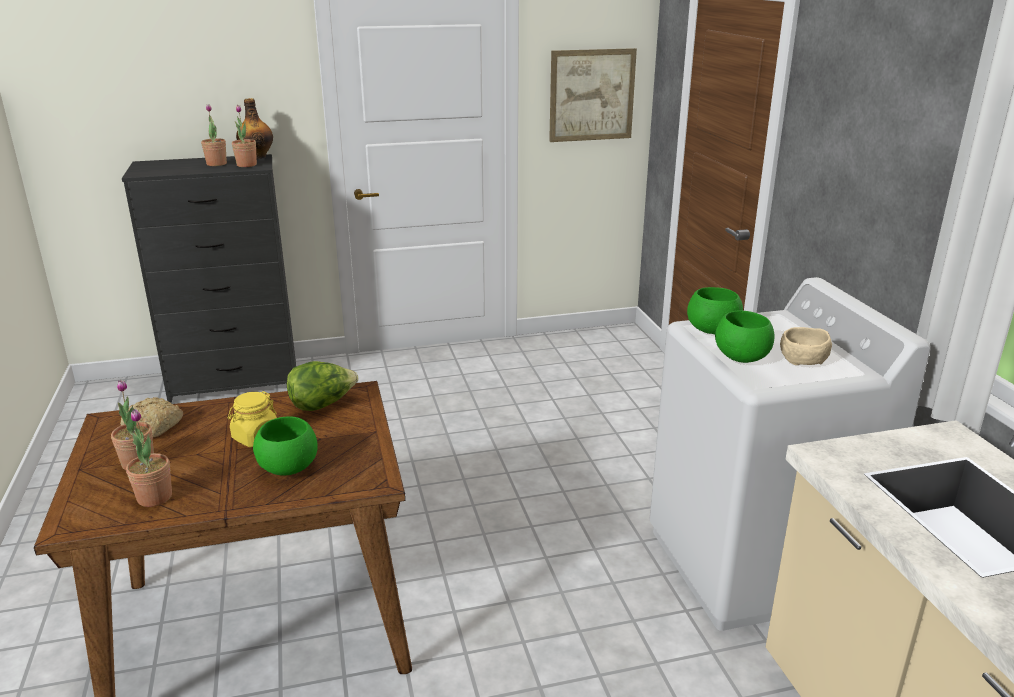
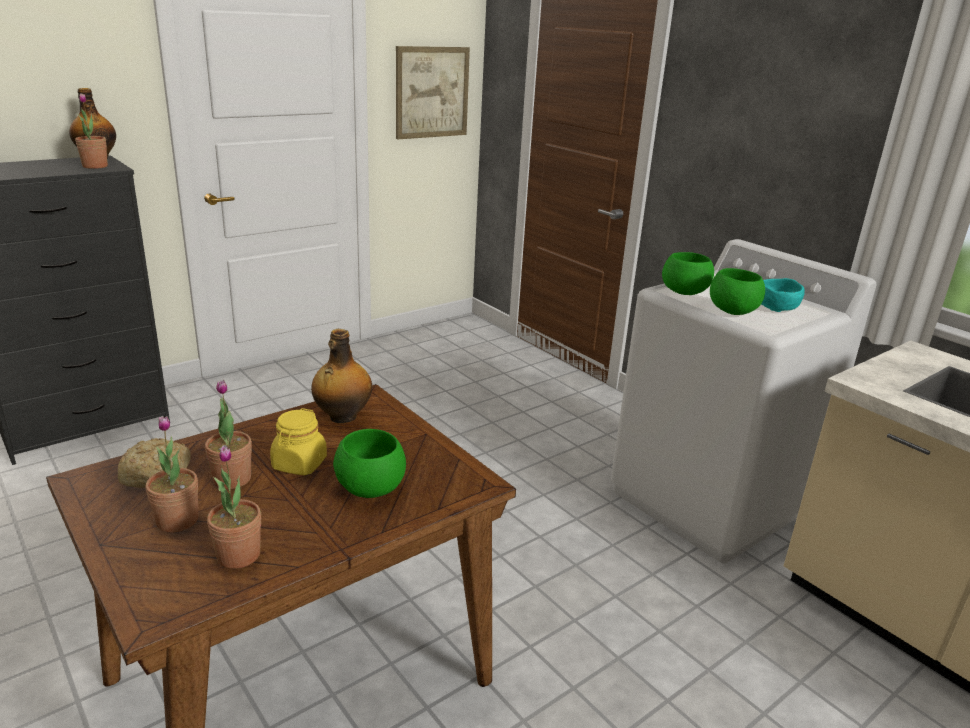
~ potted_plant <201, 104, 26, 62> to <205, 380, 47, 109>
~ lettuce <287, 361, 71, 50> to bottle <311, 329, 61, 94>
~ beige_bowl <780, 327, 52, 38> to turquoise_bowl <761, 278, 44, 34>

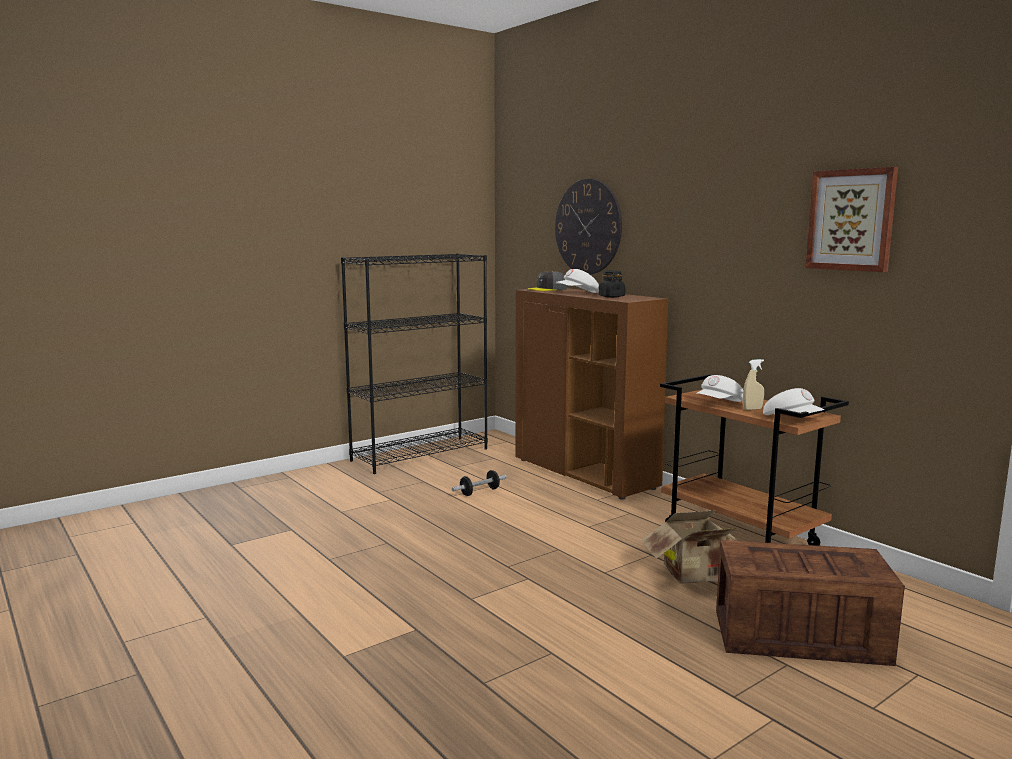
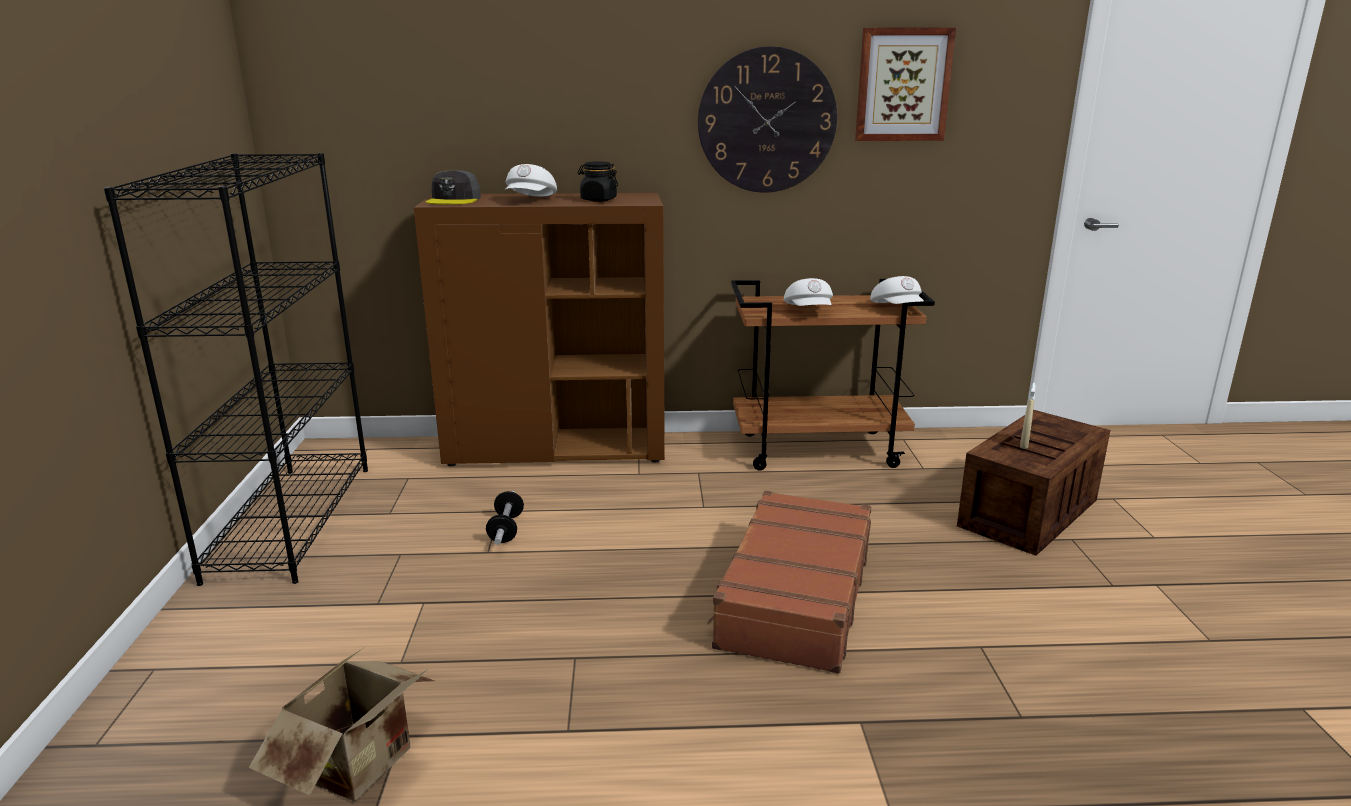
~ cardboard_box <641, 510, 97, 74> to <249, 647, 185, 154>
~ wall_clock <555, 179, 67, 95> to <698, 46, 139, 147>
+ brown_suitcase <707, 491, 164, 182>
~ white_cap <763, 388, 62, 27> = <870, 276, 54, 28> 75 degrees clockwise
~ beige_spray_bottle <743, 359, 21, 51> to <1020, 382, 16, 67>

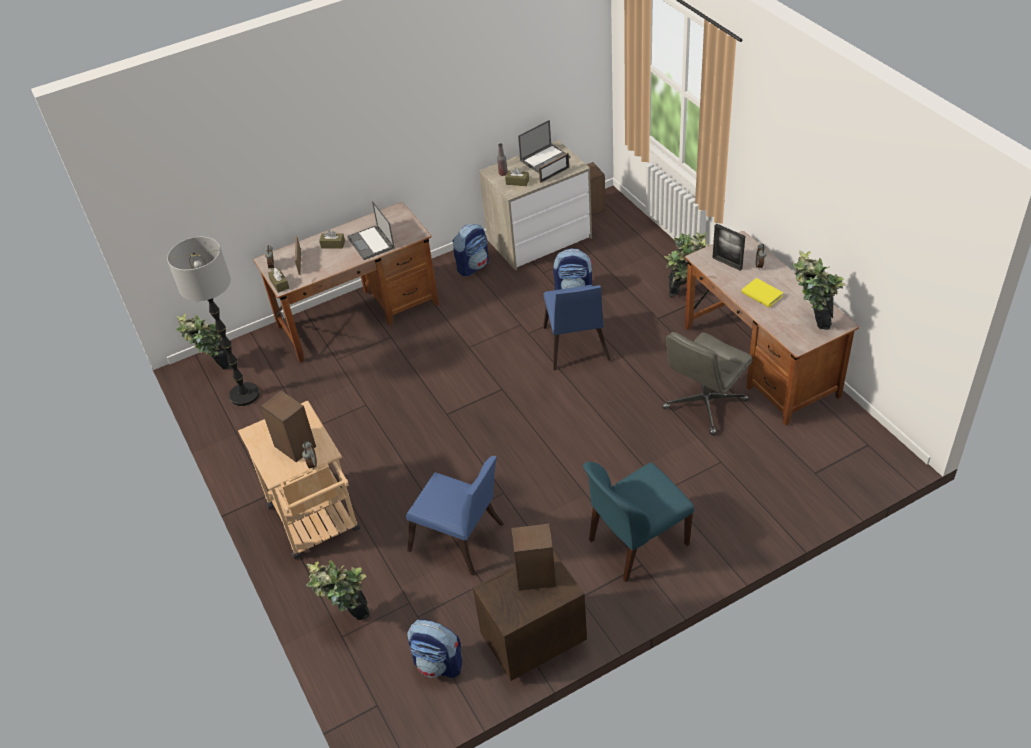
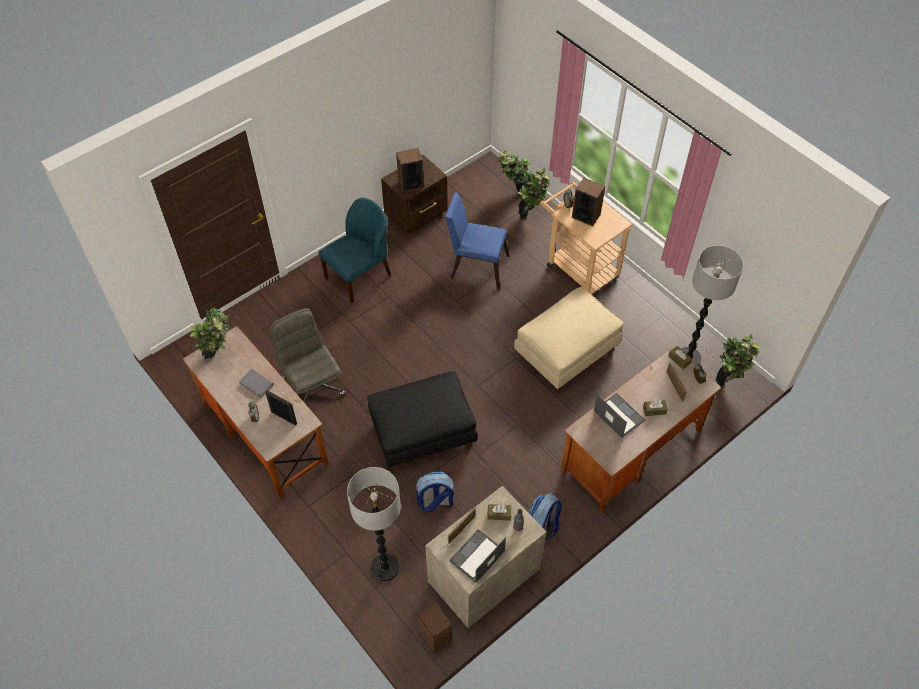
~ yellow_book <742, 278, 41, 29> to grey_book <239, 369, 35, 29>
~ grey_office_chair <662, 332, 91, 103> = <270, 308, 76, 95> 60 degrees counterclockwise
+ floor_lamp <347, 467, 54, 114>
~ blue_chair <543, 285, 68, 85> to black_ottoman <367, 371, 110, 99>
~ potted_plant <664, 232, 45, 65> to <498, 151, 33, 41>
+ beige_ottoman <514, 287, 110, 105>
- backpack <407, 619, 55, 59>

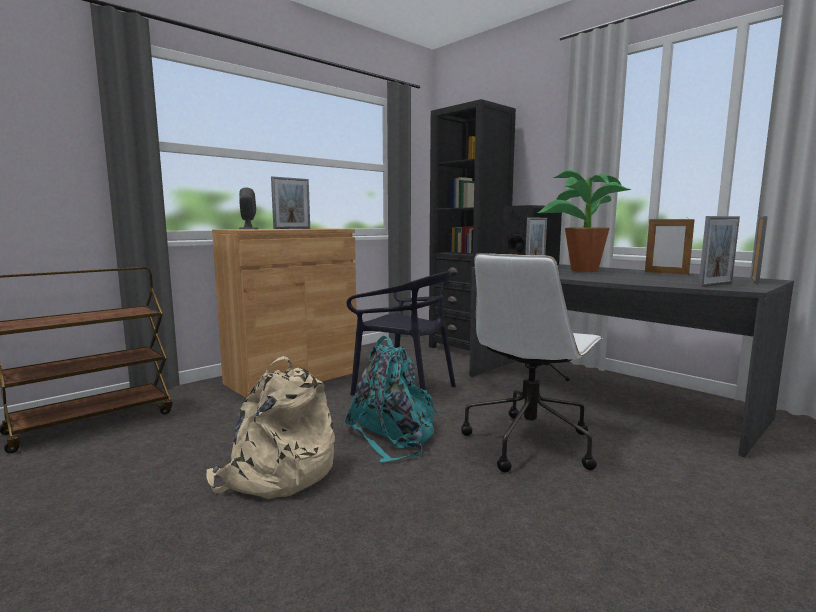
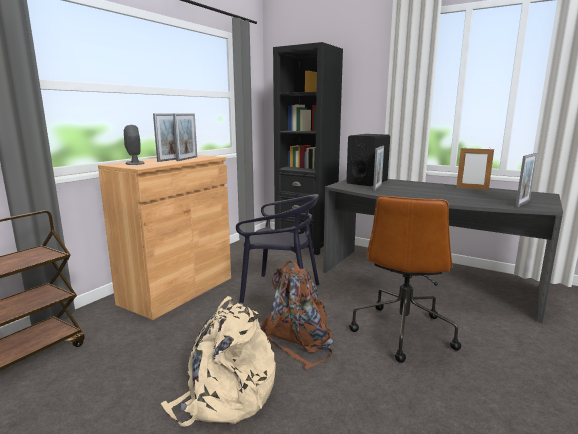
~ picture_frame <751, 216, 17, 68> to <173, 113, 24, 48>
~ turquoise_backpack <345, 335, 93, 128> to brown_backpack <260, 261, 74, 108>
~ white_office_chair <461, 253, 142, 220> to brown_office_chair <349, 196, 112, 167>
- potted_plant <538, 170, 93, 102>

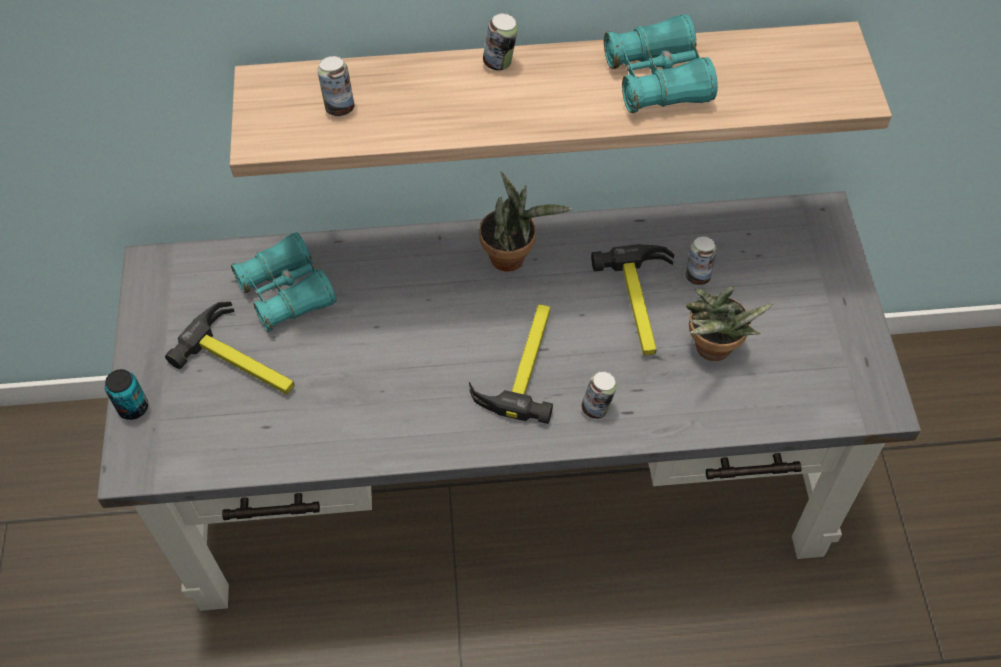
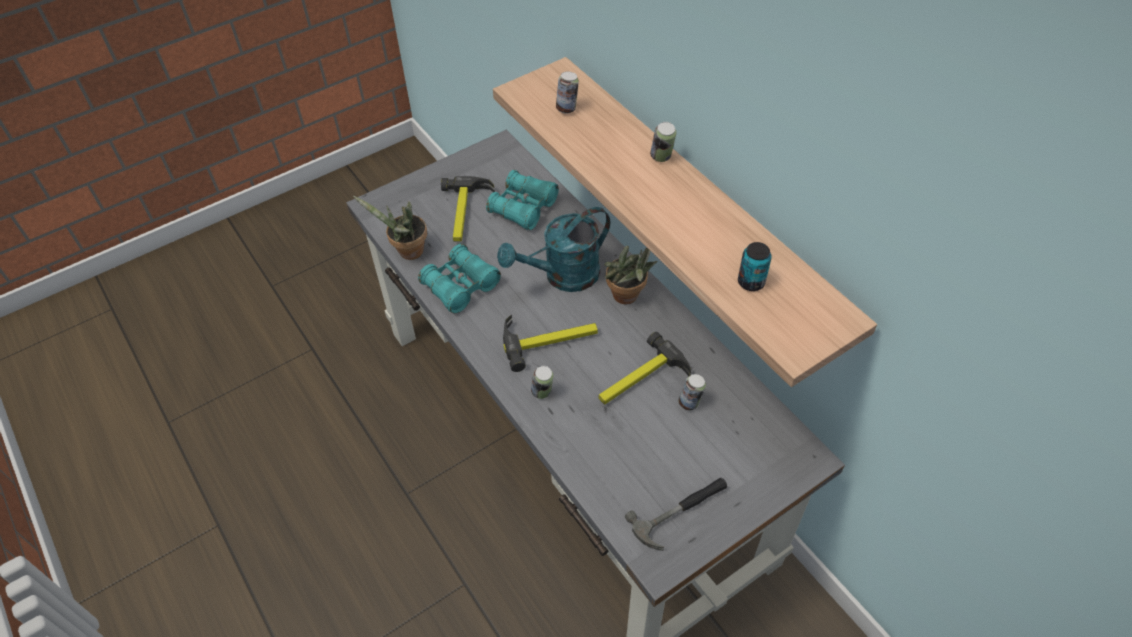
~ potted_plant <685, 287, 89, 74> to <353, 196, 74, 64>
~ turquoise_binoculars <604, 14, 114, 99> to <418, 244, 83, 69>
+ turquoise_watering_can <497, 207, 113, 85>
+ hammer <625, 478, 102, 73>
~ can <105, 369, 43, 51> to <738, 242, 34, 49>

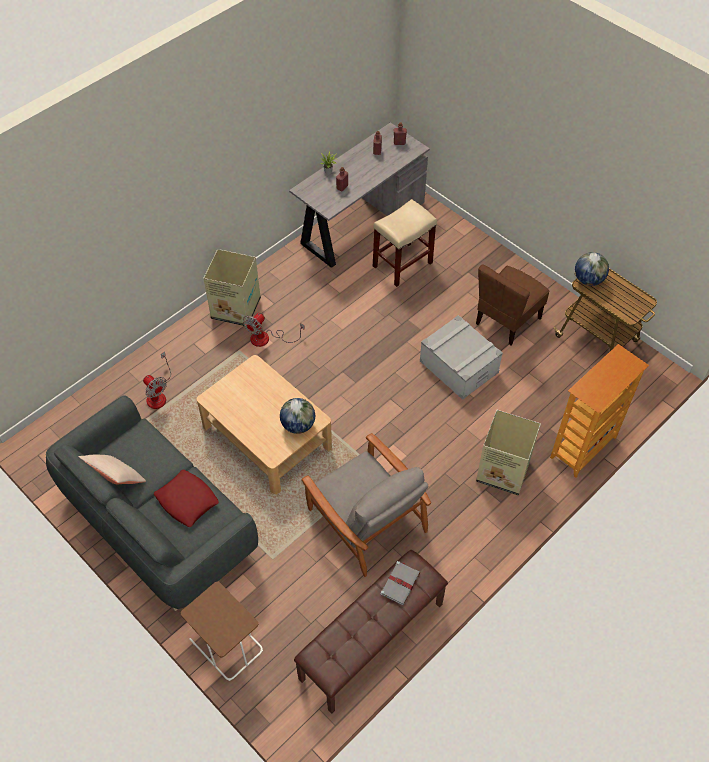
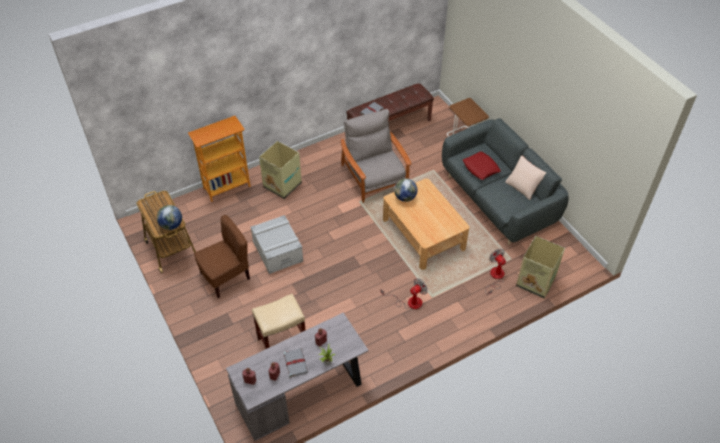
+ grey_book <284, 348, 24, 30>
~ cardboard_box <203, 249, 58, 77> to <516, 236, 49, 63>

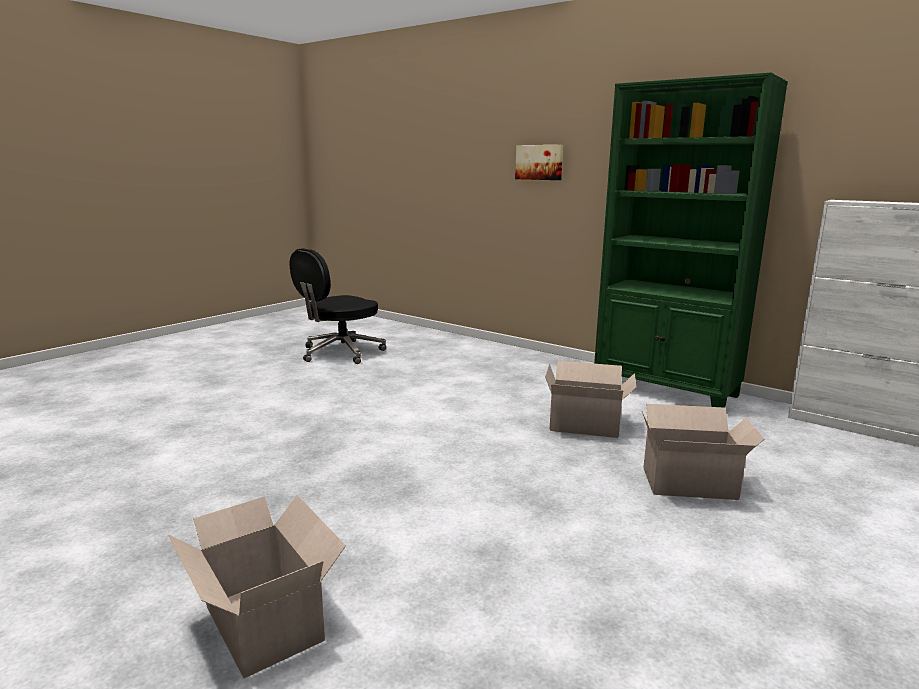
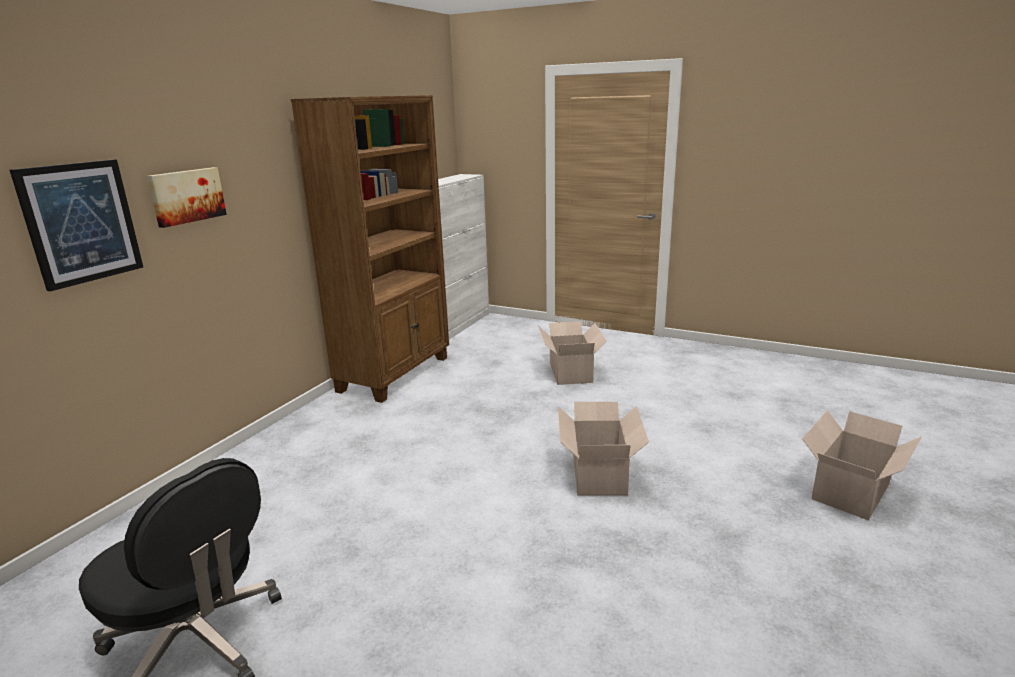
+ picture <10, 159, 133, 132>
~ green_bookcase <594, 73, 194, 335> to brown_bookcase <291, 95, 158, 308>
~ cardboard_box <545, 361, 91, 77> to <558, 402, 91, 94>

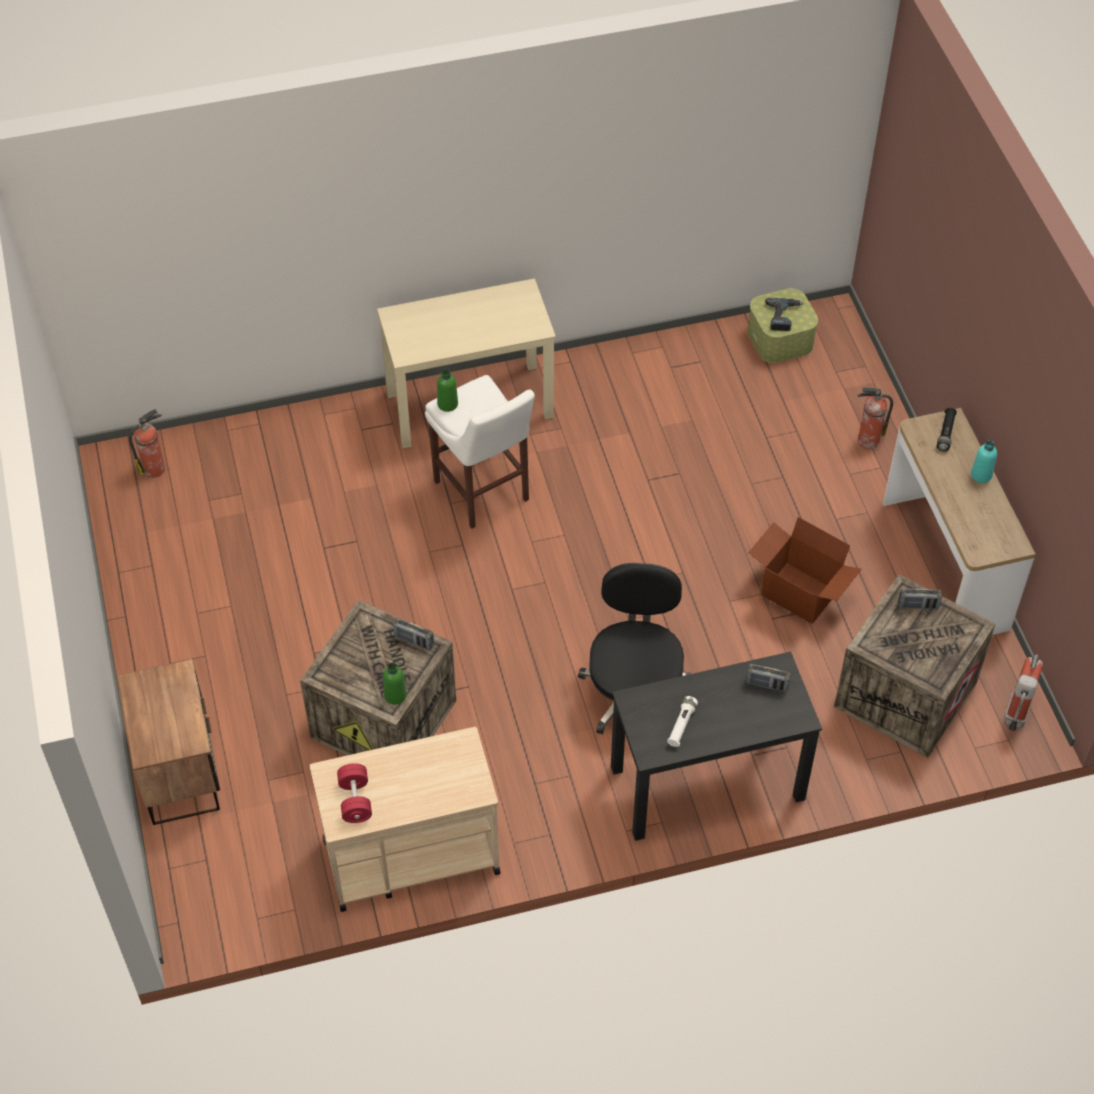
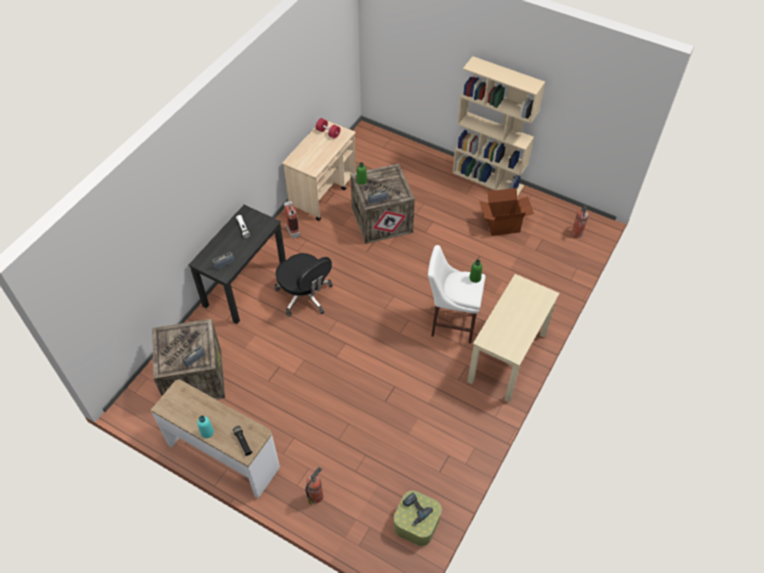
~ fire_extinguisher <1004, 654, 39, 77> to <284, 201, 16, 37>
+ beige_bookcase <452, 56, 93, 140>
~ cardboard_box <748, 517, 114, 107> to <479, 188, 55, 48>
- nightstand <117, 659, 103, 166>

